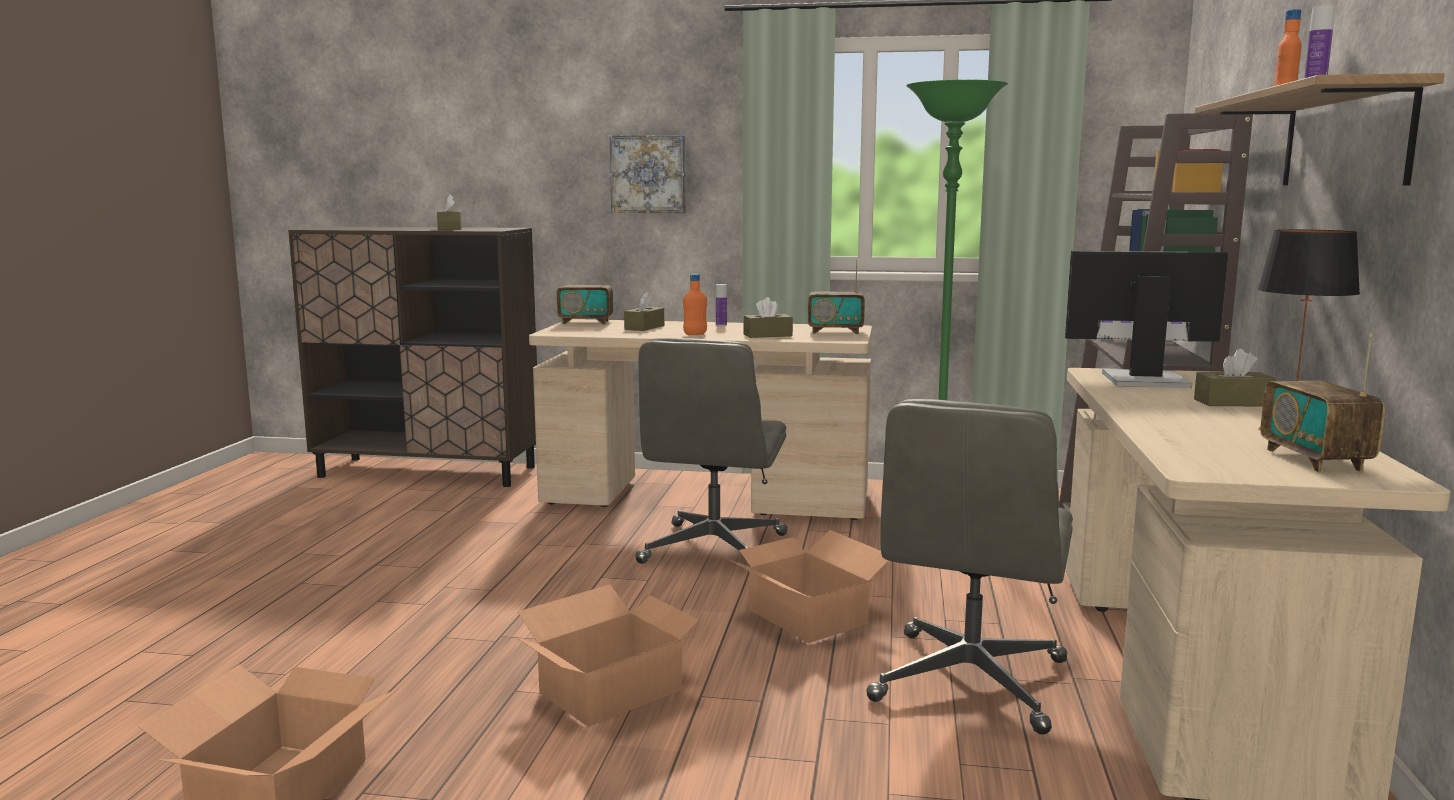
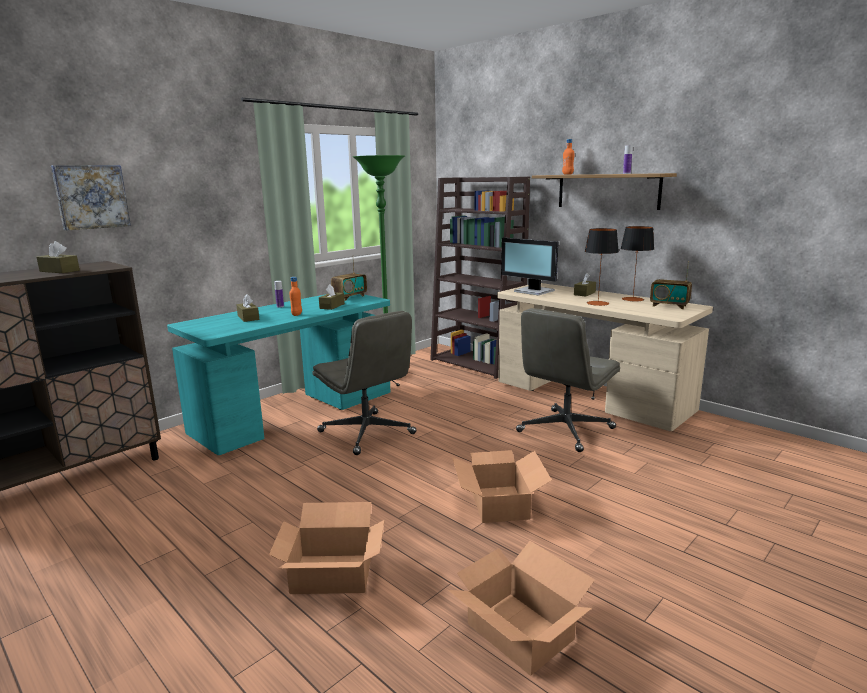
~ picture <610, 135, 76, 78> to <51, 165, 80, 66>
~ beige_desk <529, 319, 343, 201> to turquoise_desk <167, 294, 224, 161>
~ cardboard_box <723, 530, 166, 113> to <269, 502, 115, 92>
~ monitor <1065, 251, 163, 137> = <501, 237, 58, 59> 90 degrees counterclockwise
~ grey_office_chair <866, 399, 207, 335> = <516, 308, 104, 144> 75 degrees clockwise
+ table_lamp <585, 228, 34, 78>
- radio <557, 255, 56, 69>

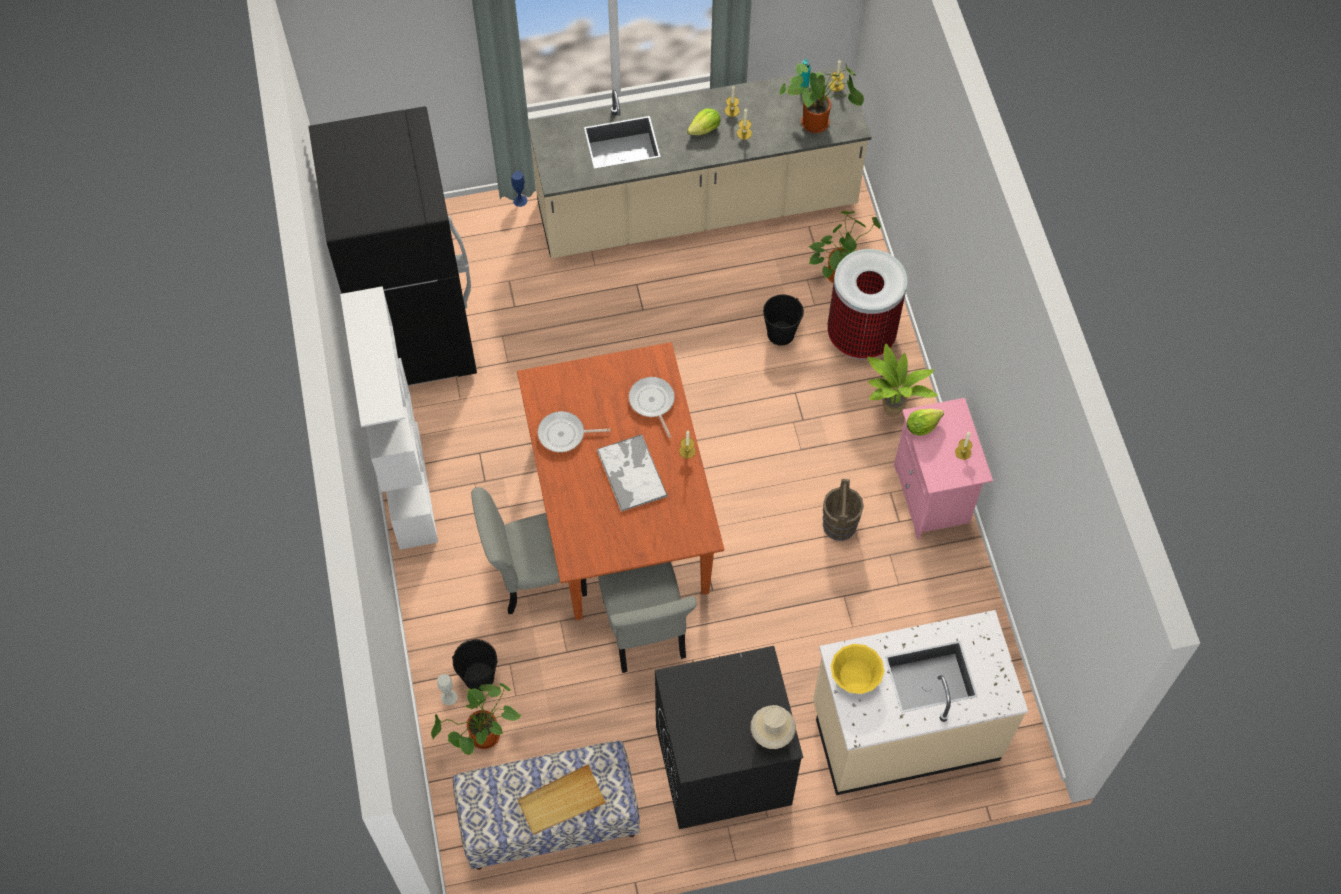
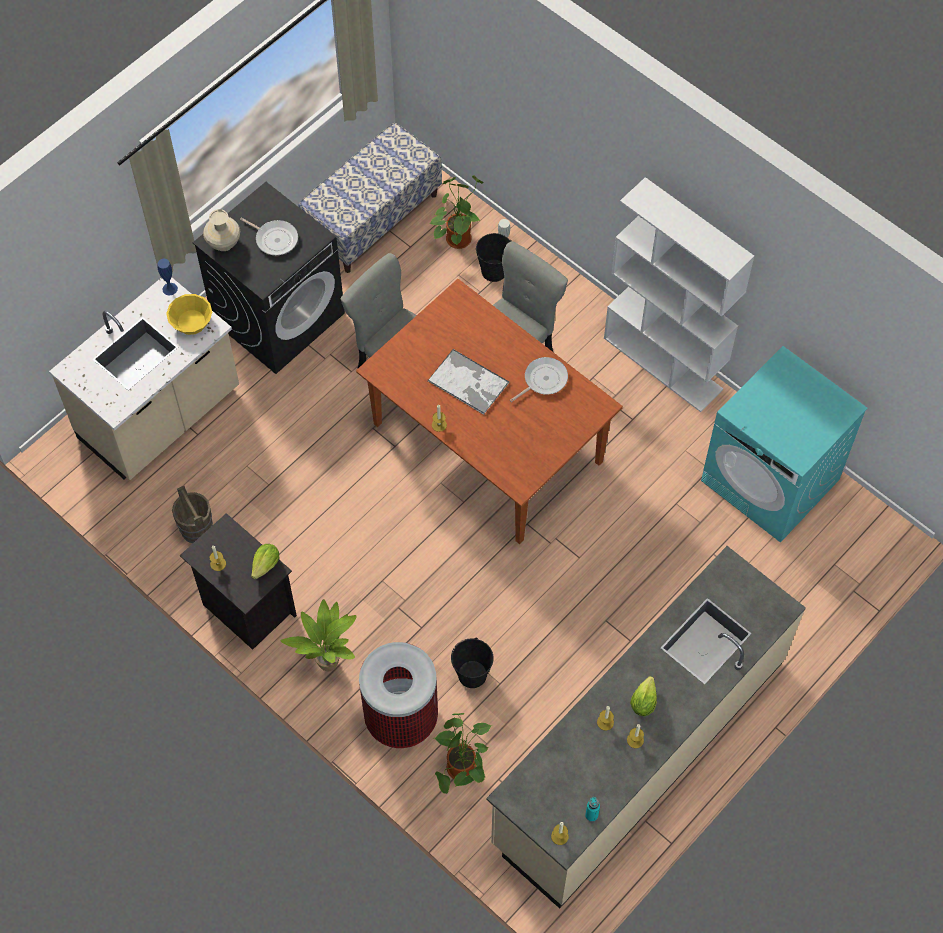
~ blue_vase <512, 171, 16, 36> to <157, 259, 21, 36>
~ brown_bucket <823, 479, 41, 62> to <172, 486, 41, 58>
~ pink_nightstand <894, 398, 99, 141> to black_nightstand <180, 513, 117, 137>
~ frying_pan <629, 377, 46, 61> to <240, 218, 58, 37>
~ black_fridge <308, 106, 169, 280> to turquoise_washing_machine <701, 346, 167, 197>
- beige_tray <518, 764, 89, 71>
- potted_plant <779, 62, 85, 71>

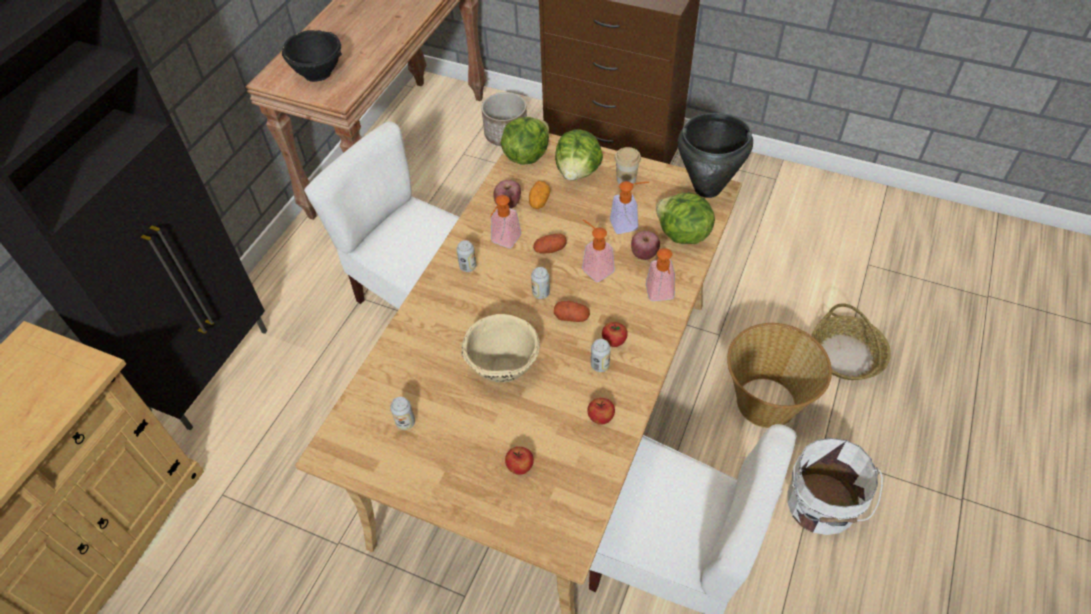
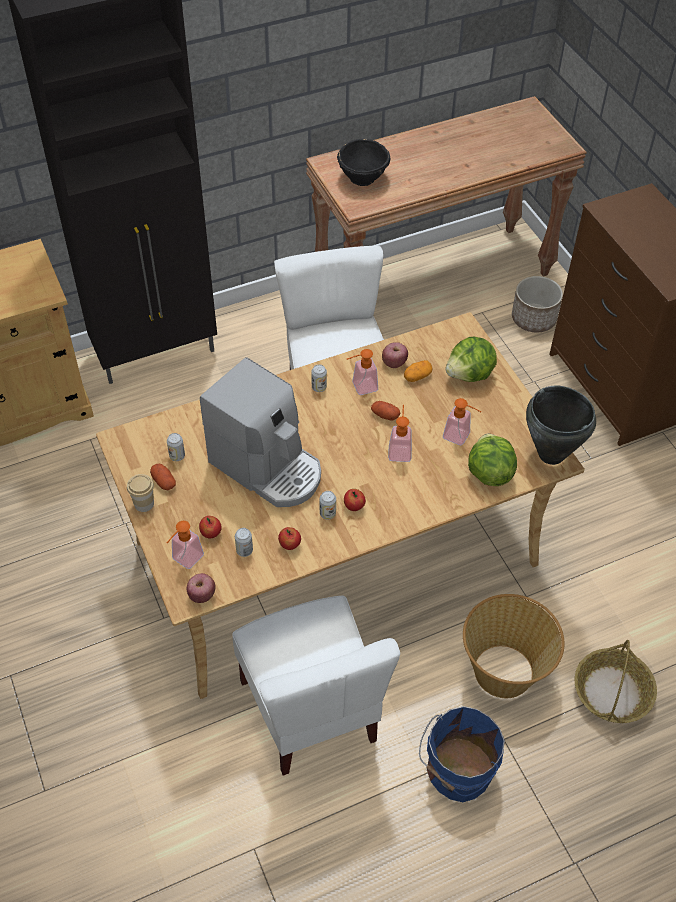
~ cup <615, 147, 26, 37> to <127, 474, 27, 38>
~ potato <554, 301, 36, 21> to <150, 464, 26, 26>
~ soap_dispenser <646, 248, 29, 53> to <167, 521, 37, 48>
~ apple <631, 231, 29, 29> to <187, 573, 29, 30>
~ beige_bowl <461, 314, 79, 68> to coffee_machine <200, 357, 121, 150>
~ can <531, 267, 19, 32> to <235, 528, 18, 29>
~ white_bucket <788, 438, 95, 97> to blue_bucket <419, 706, 86, 96>
- lettuce <501, 117, 48, 48>

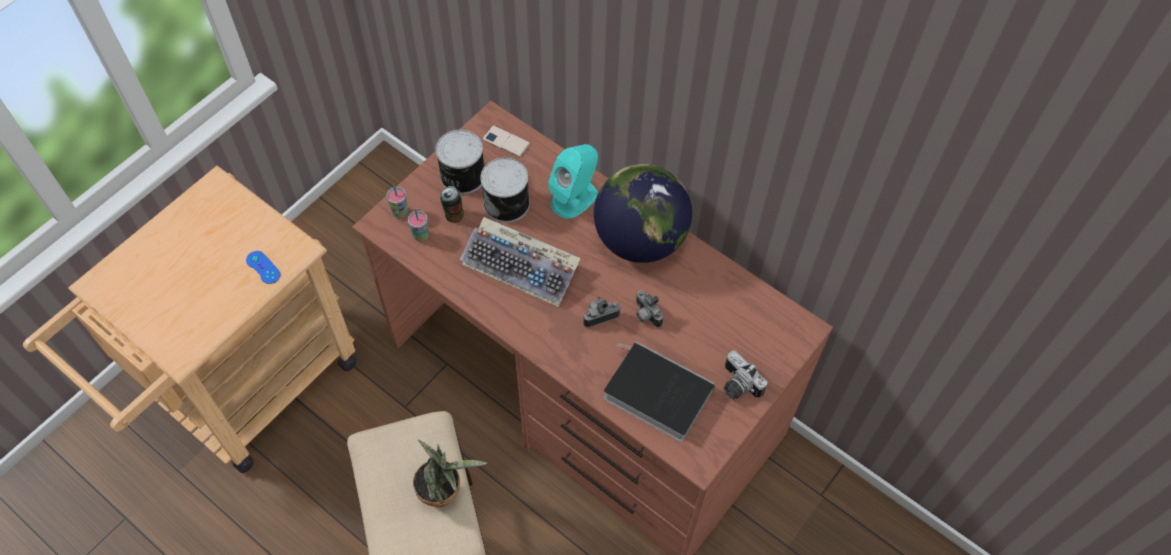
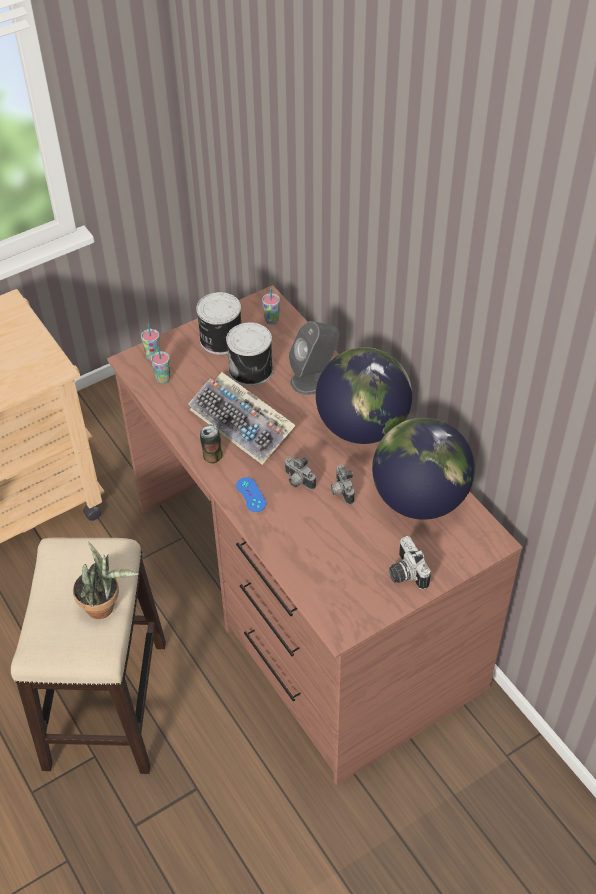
~ can <440, 186, 24, 37> to <200, 424, 23, 39>
~ blue_game_controller <246, 251, 34, 33> to <236, 477, 30, 35>
~ phone <482, 125, 48, 33> to cup <262, 288, 18, 37>
~ photo_camera <583, 296, 37, 32> = <284, 457, 32, 33> 135 degrees counterclockwise
~ turquoise_speaker <548, 144, 50, 75> to grey_speaker <289, 321, 51, 74>
+ globe <372, 418, 103, 102>
- book <604, 341, 111, 101>

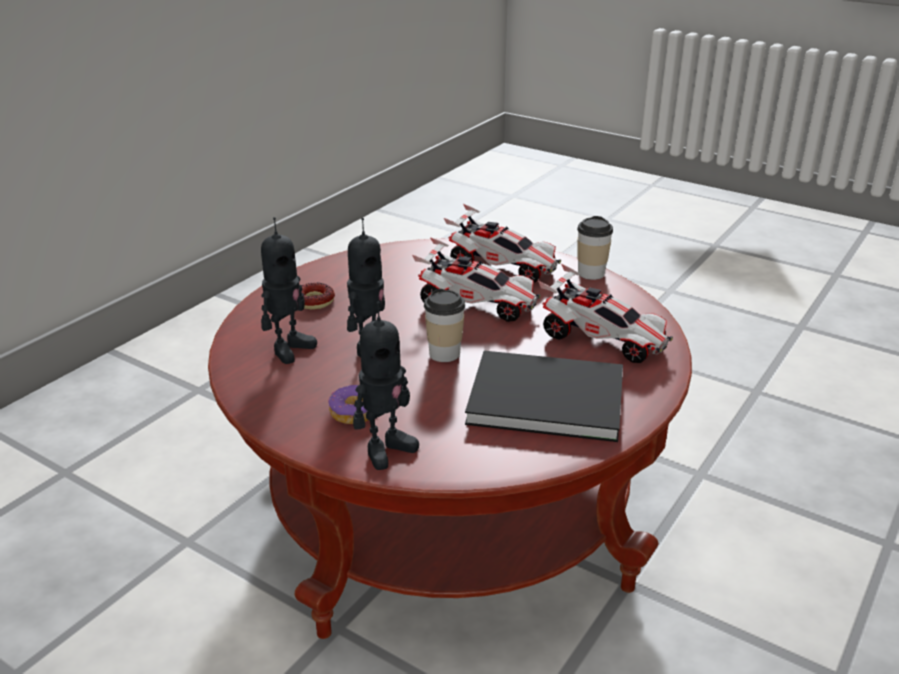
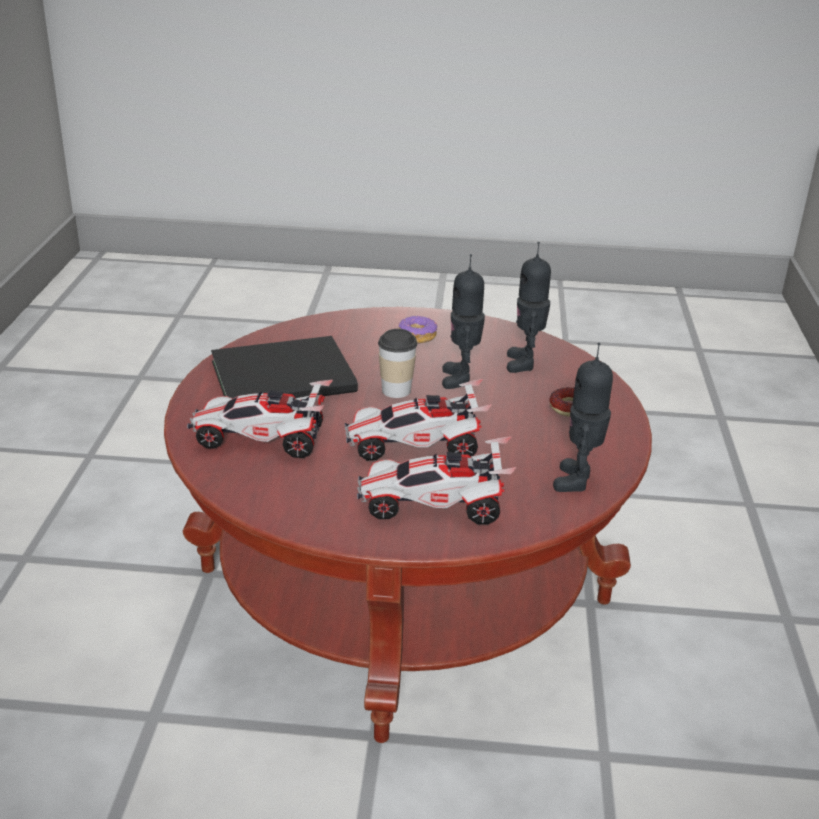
~ toy_robot <353, 301, 66, 169> to <553, 343, 60, 149>
- cup <577, 216, 36, 64>

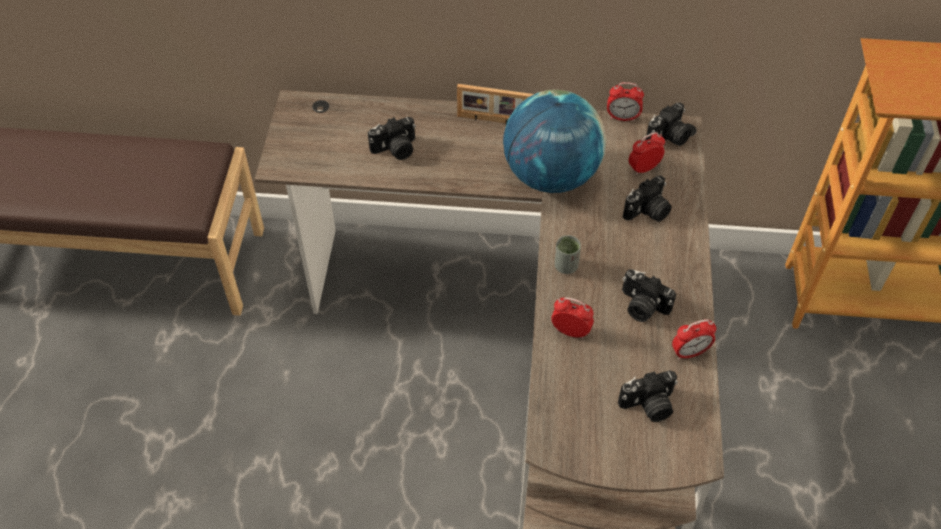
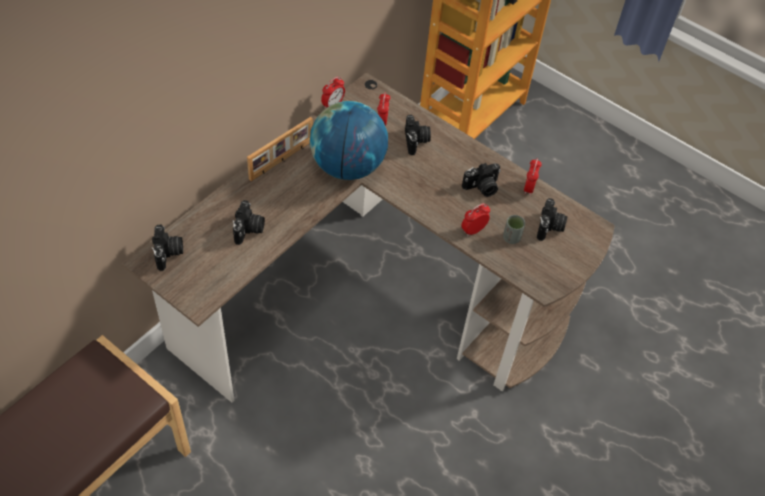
~ photo_camera <646, 103, 45, 43> to <152, 225, 31, 46>
~ grey_cup <554, 235, 27, 39> to <503, 215, 22, 29>

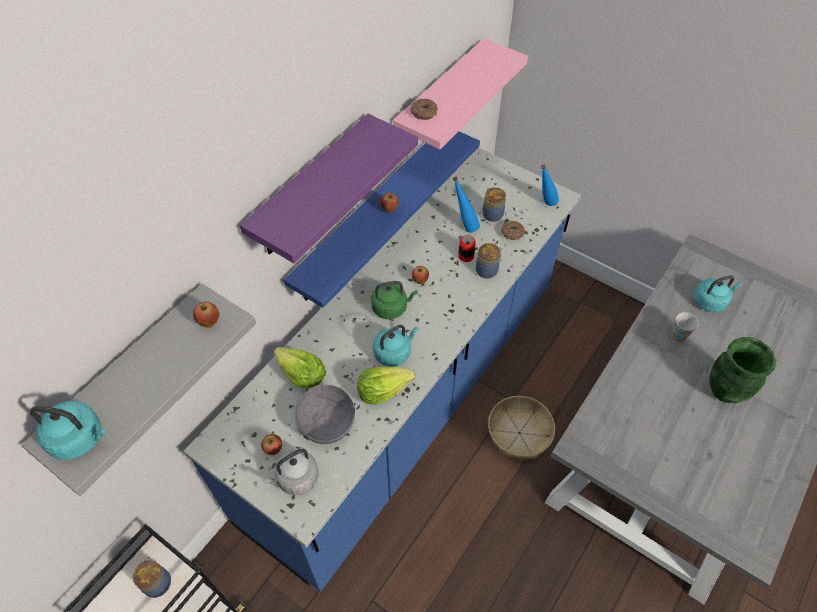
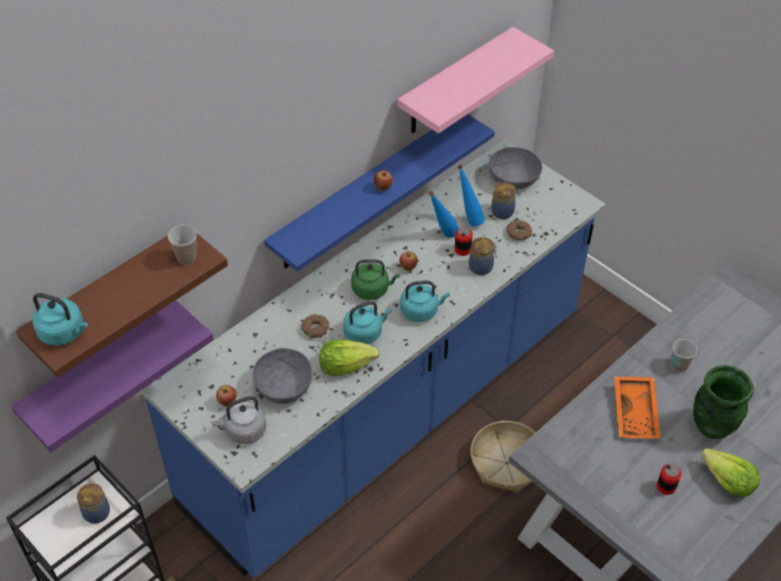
~ purple_shelf <239, 114, 179, 149> to <11, 300, 203, 152>
~ grey_shelf <21, 284, 235, 212> to brown_shelf <16, 224, 212, 154>
~ apple <193, 301, 26, 27> to cup <168, 225, 29, 40>
~ donut <410, 99, 28, 21> to <301, 314, 28, 24>
~ turquoise_kettle <694, 276, 48, 36> to <400, 281, 50, 41>
~ blue_bottle <541, 165, 18, 41> to <428, 191, 31, 47>
+ grey_bowl <489, 147, 53, 43>
+ orange_tray <614, 376, 47, 63>
+ can <657, 464, 24, 31>
~ lettuce <274, 347, 52, 41> to <701, 448, 59, 49>

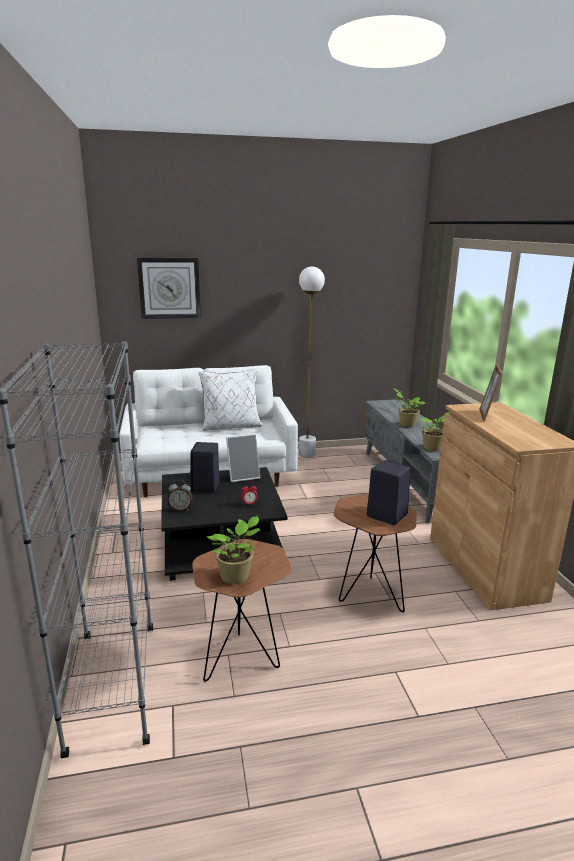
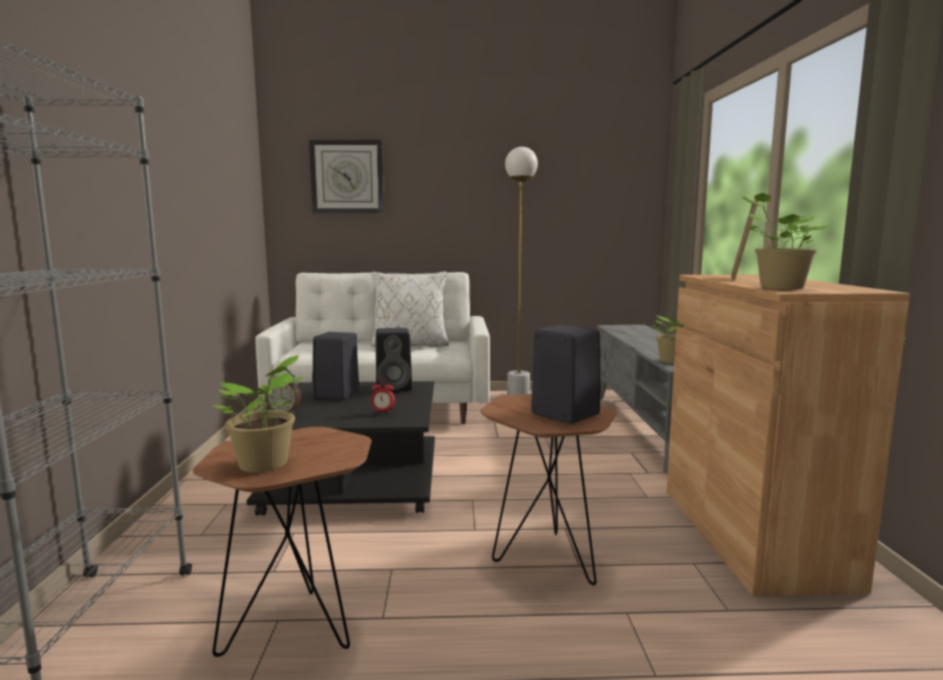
~ picture_frame <226, 434, 34, 48> to black_speaker <376, 328, 36, 64>
~ potted_plant <393, 388, 32, 39> to <740, 193, 91, 96>

